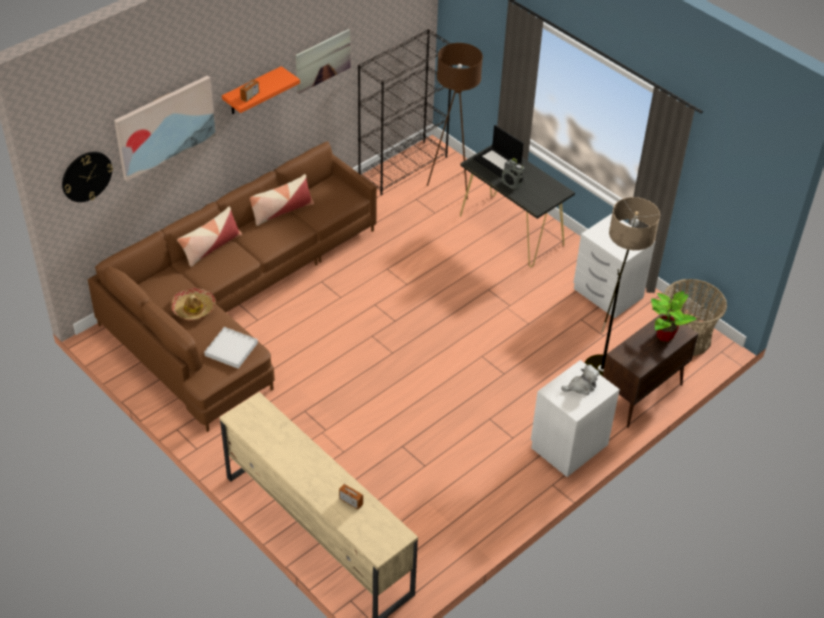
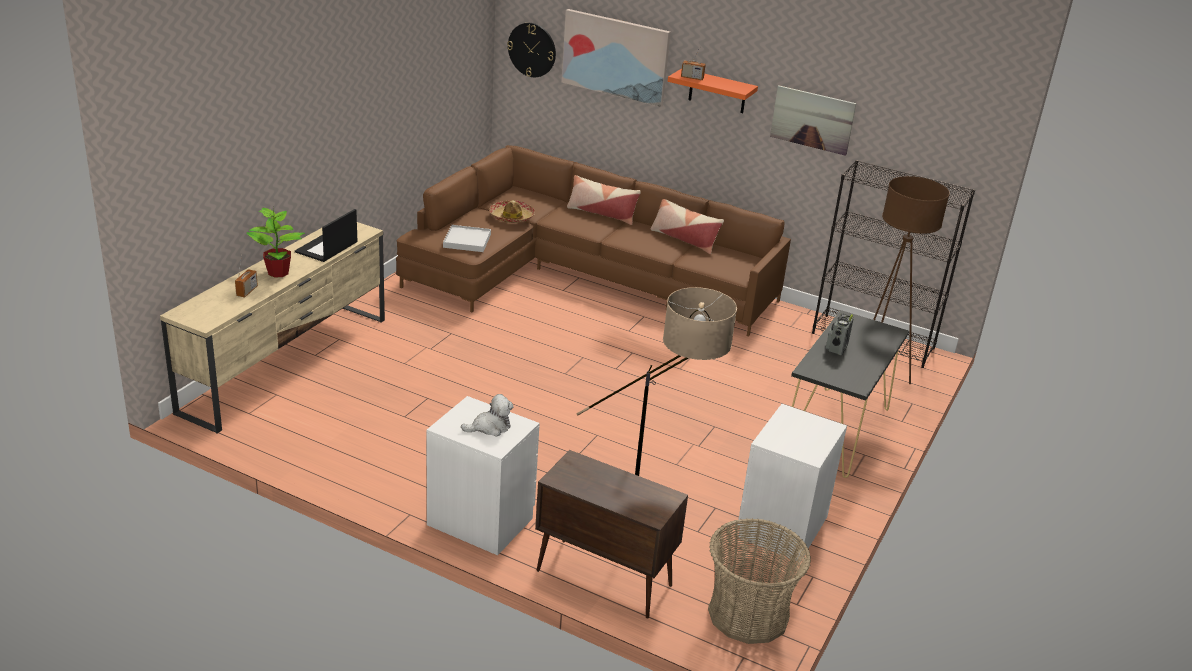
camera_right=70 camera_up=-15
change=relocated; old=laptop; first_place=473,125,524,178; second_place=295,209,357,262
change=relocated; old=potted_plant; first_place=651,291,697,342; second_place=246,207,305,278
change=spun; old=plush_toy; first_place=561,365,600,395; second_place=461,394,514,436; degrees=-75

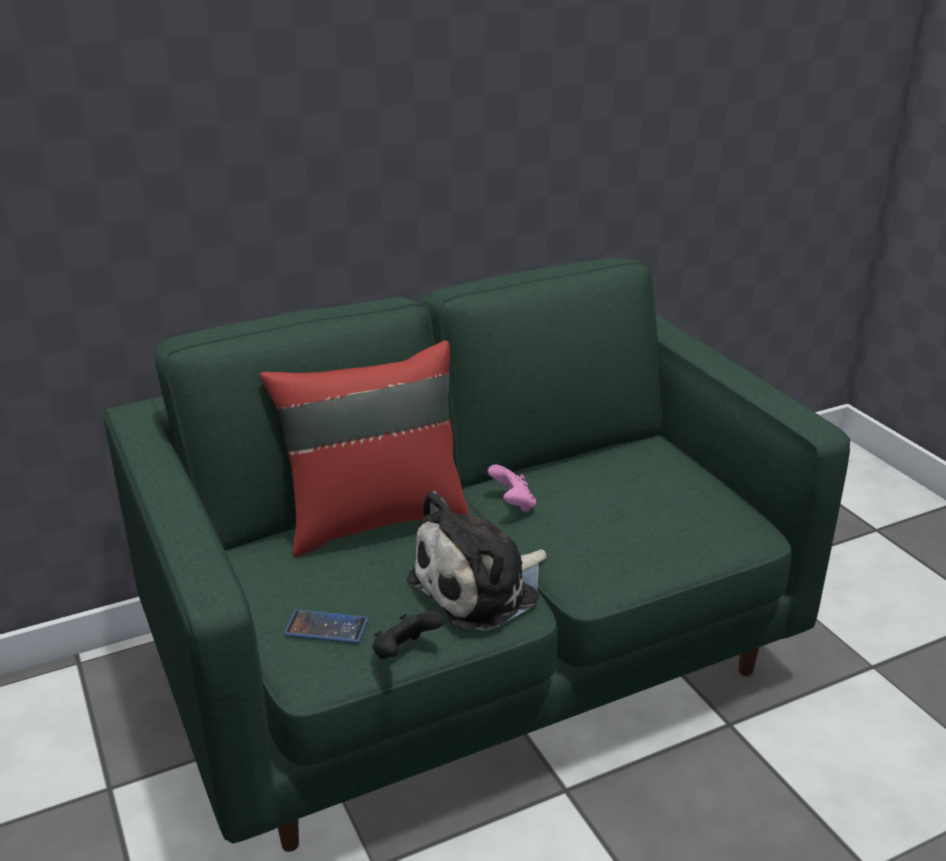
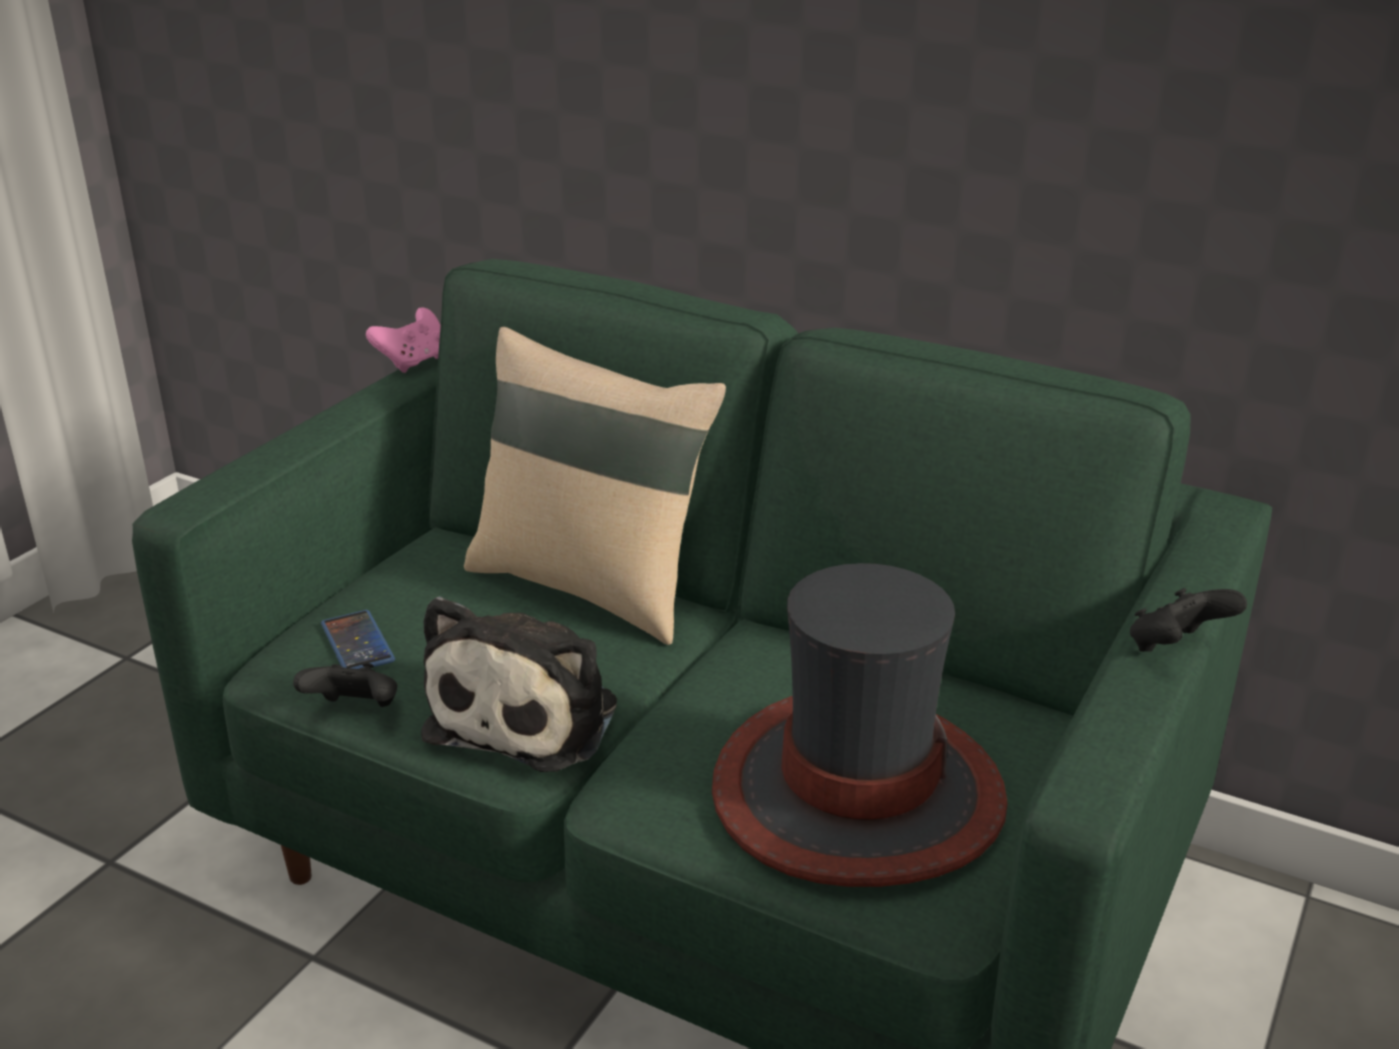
camera_right=55 camera_up=0
change=colour; old=red_pillow; new=beige_pillow; first_place=260,341,470,557; second_place=464,327,726,645
change=relocated; old=pink_game_controller; first_place=488,465,536,513; second_place=366,307,441,373
change=spun; old=plush_toy; first_place=407,491,546,631; second_place=421,596,617,772; degrees=-90
change=appeared; new=hat; second_place=712,563,1008,887
change=appeared; new=black_game_controller; second_place=1130,588,1247,652

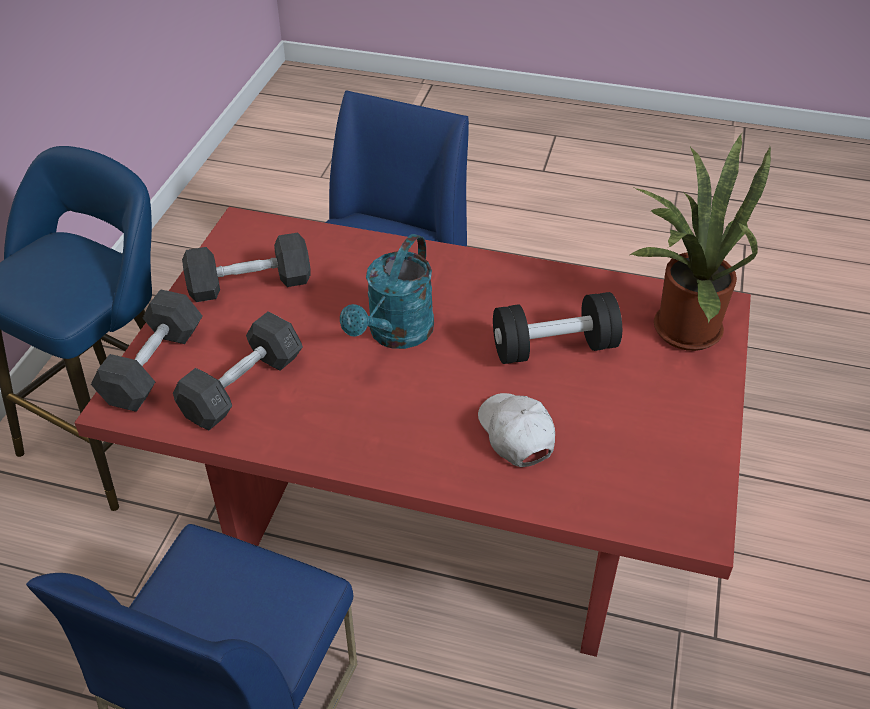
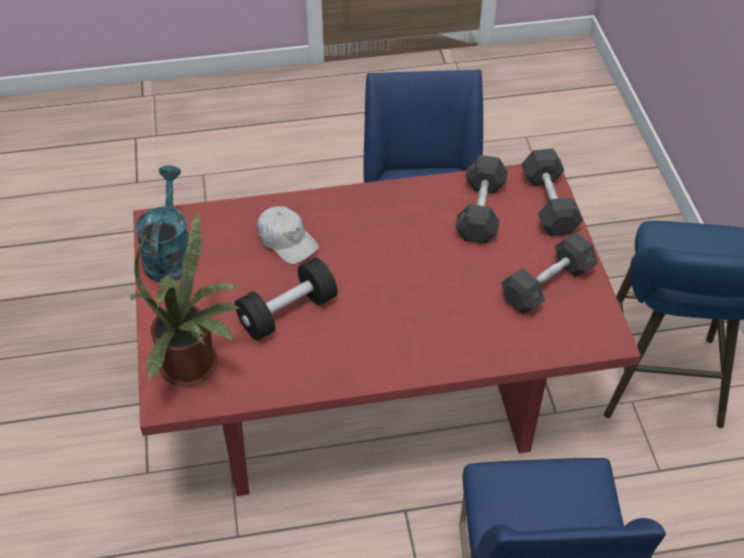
camera_right=155 camera_up=5
change=relocated; old=turquoise_watering_can; first_place=340,234,434,349; second_place=135,165,188,283

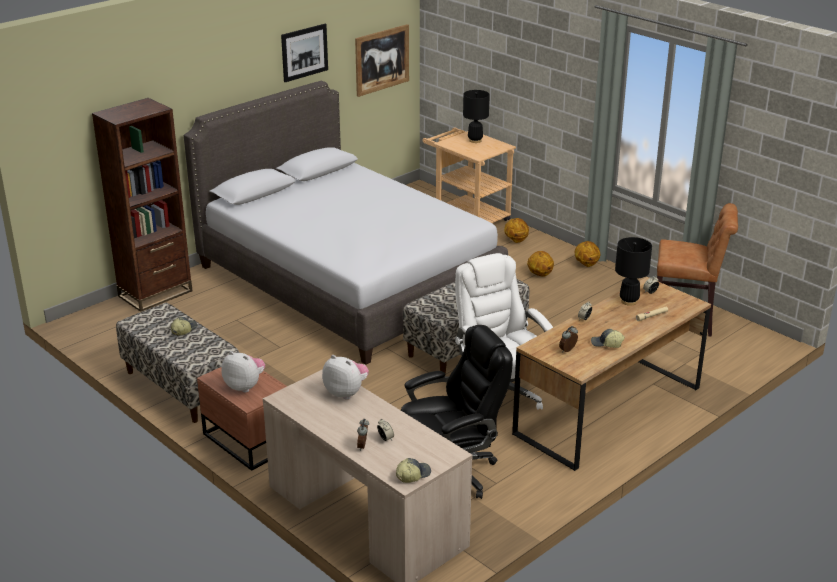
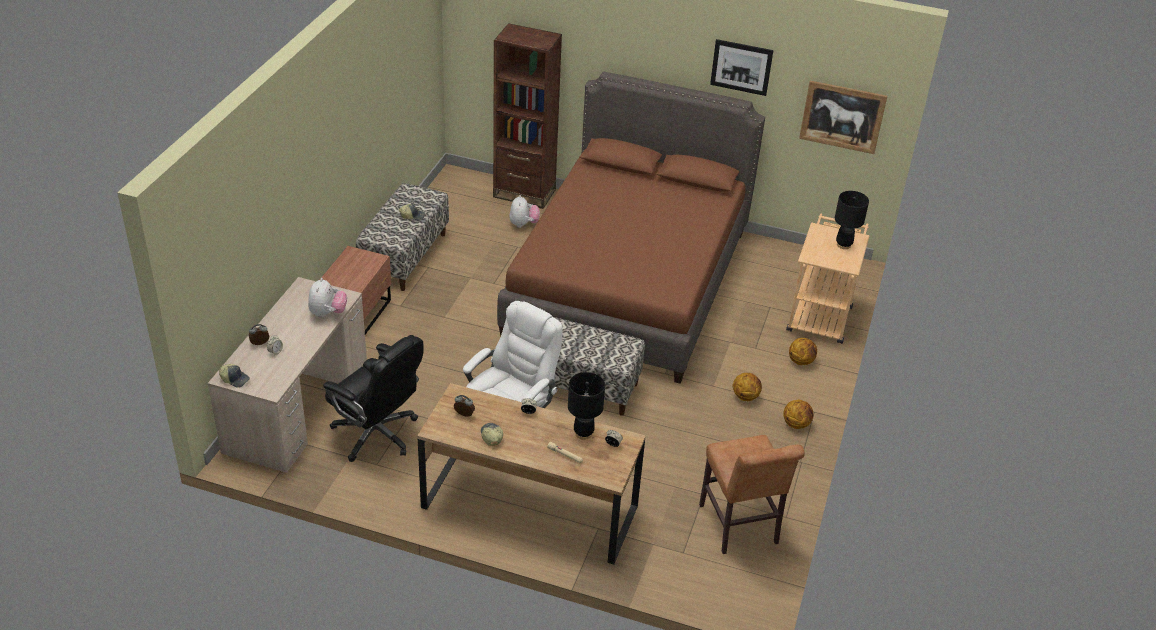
camera_right=60 camera_up=10
change=colour; old=grey_bed; new=brown_bed; first_place=184,81,508,365; second_place=497,72,765,384
change=relocated; old=plush_toy; first_place=221,351,265,393; second_place=509,195,540,228

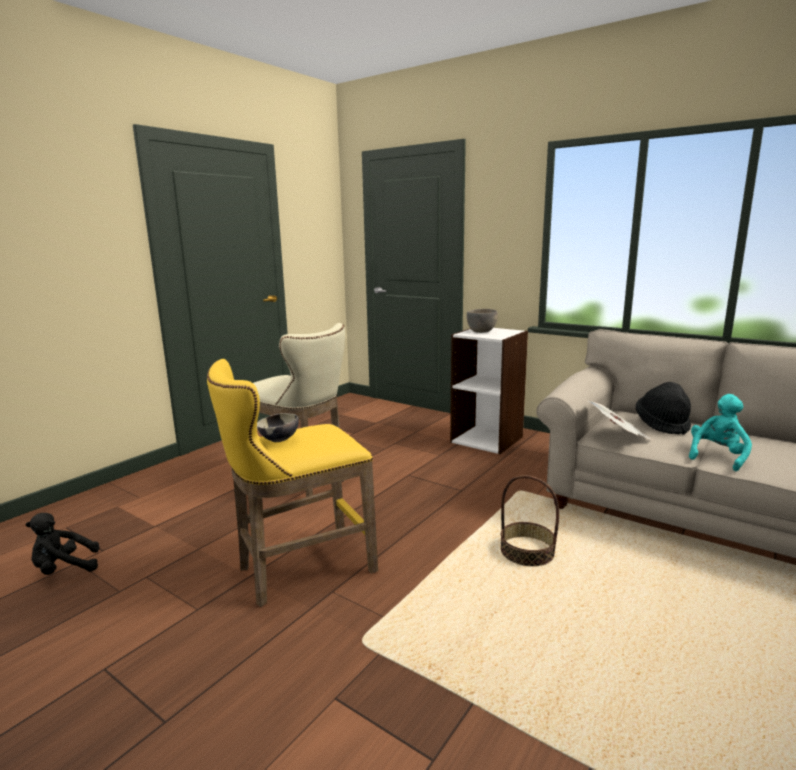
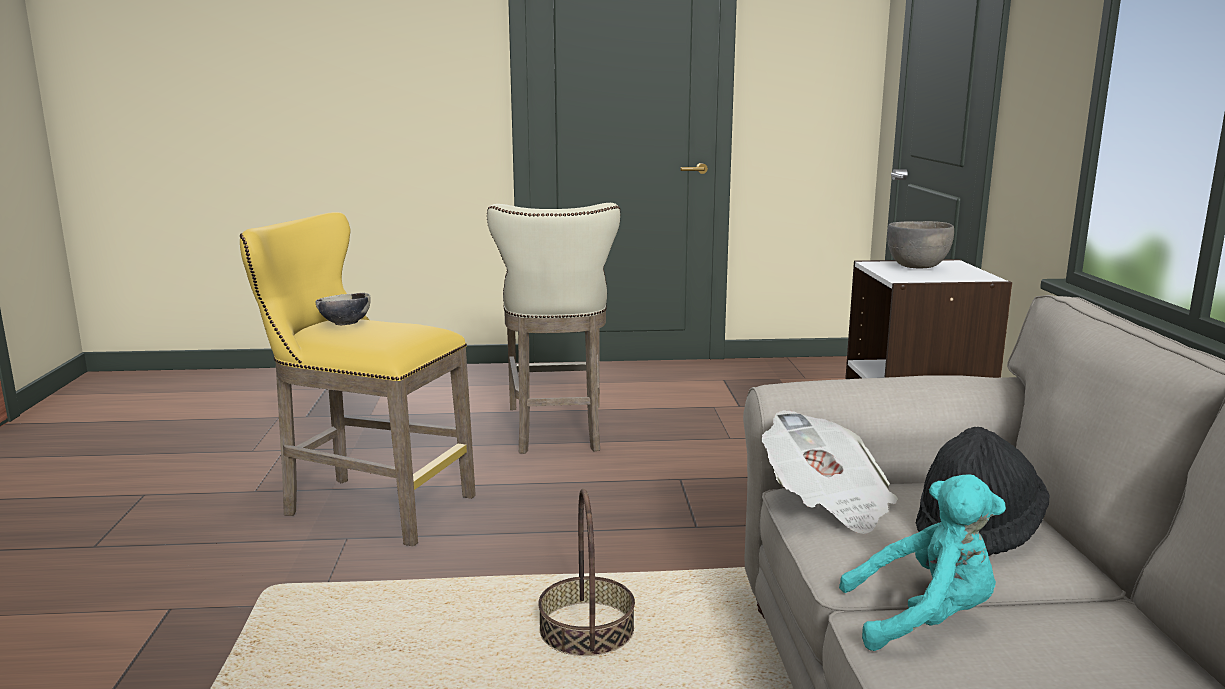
camera_right=50 camera_up=0
change=missing; old=black_plush_toy; first_place=25,513,99,575

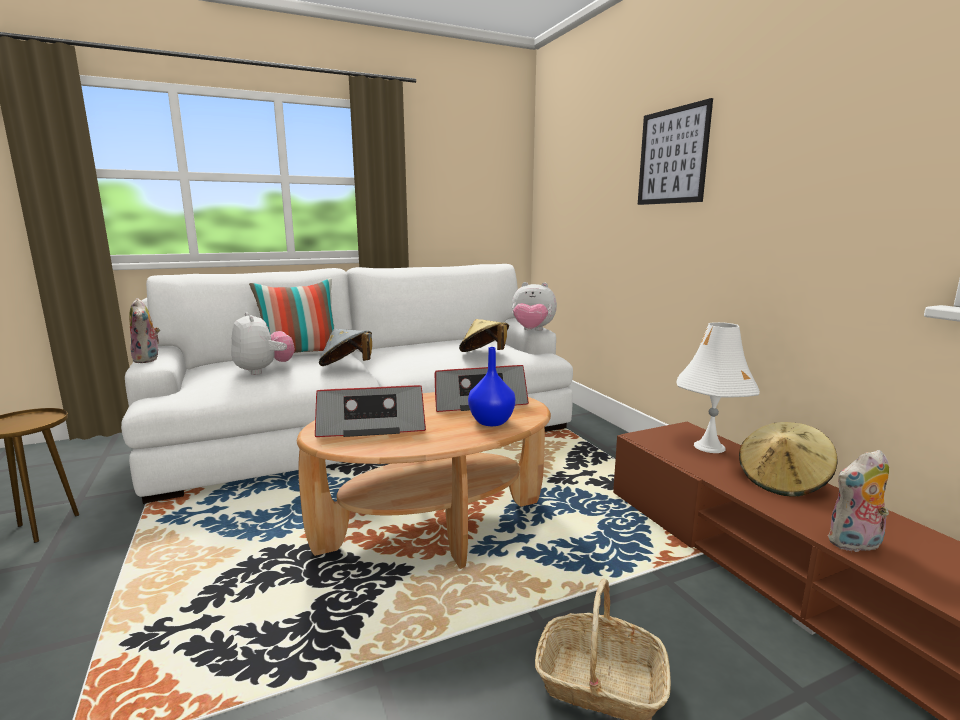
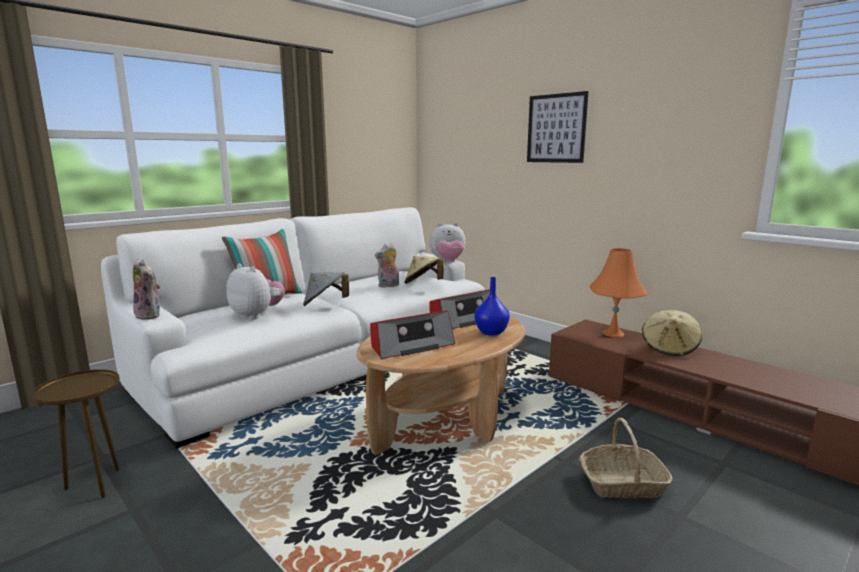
camera_right=-20 camera_up=0
change=colour; old=white_table_lamp; new=orange_table_lamp; first_place=677,322,760,453; second_place=589,248,648,337
change=relocated; old=plush_toy; first_place=827,450,889,552; second_place=375,243,399,288

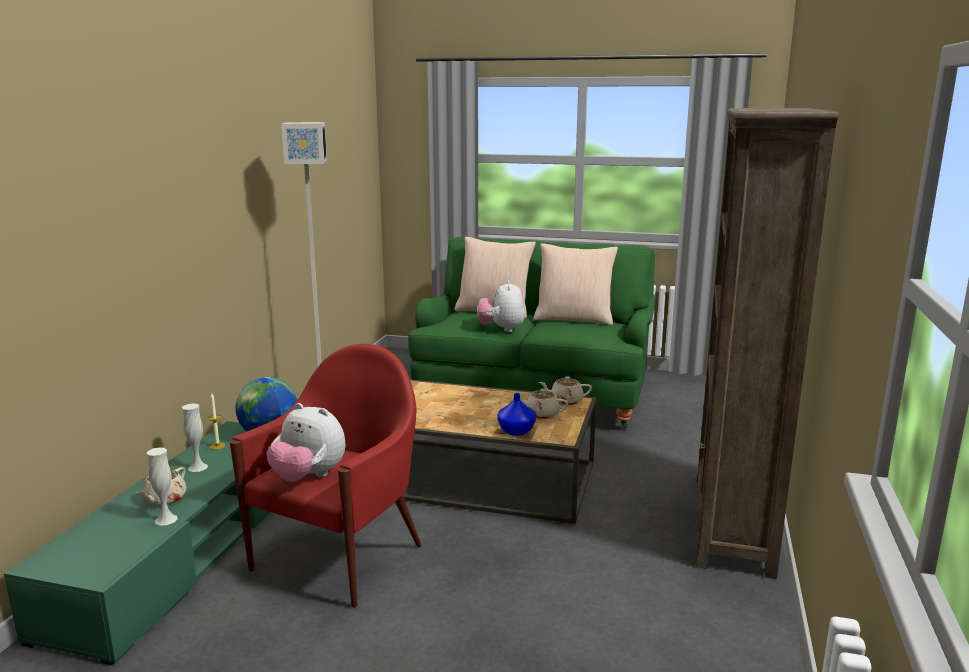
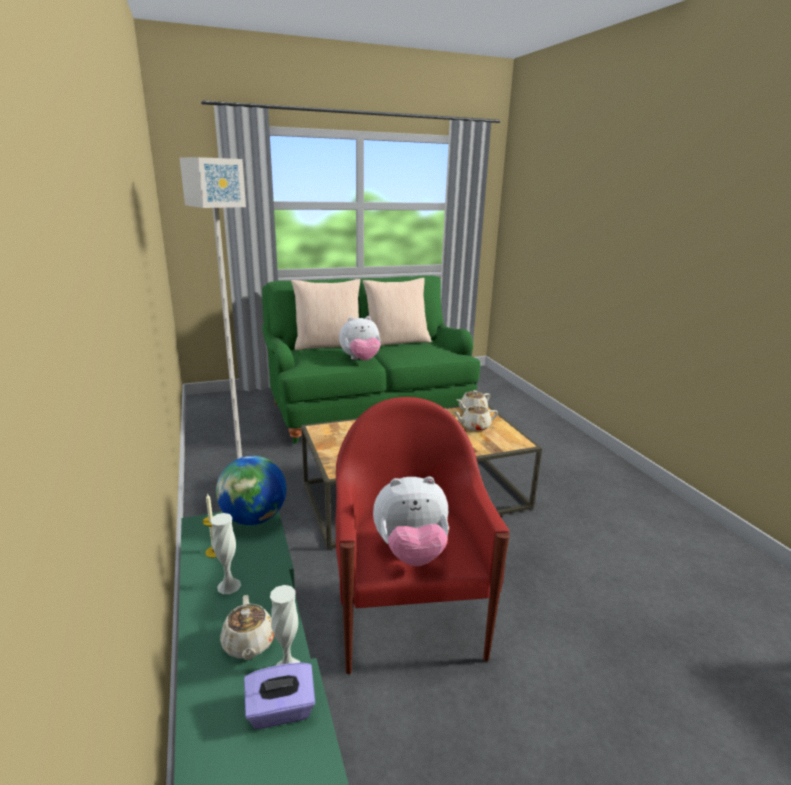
camera_right=-35 camera_up=5
change=missing; old=brown_bookcase; first_place=696,108,838,579
change=spun; old=plush_toy; first_place=477,280,525,332; second_place=339,316,381,360; degrees=-75
change=missing; old=blue_vase; first_place=498,393,536,436
change=appeared; new=purple_tissue_box; second_place=244,663,315,729

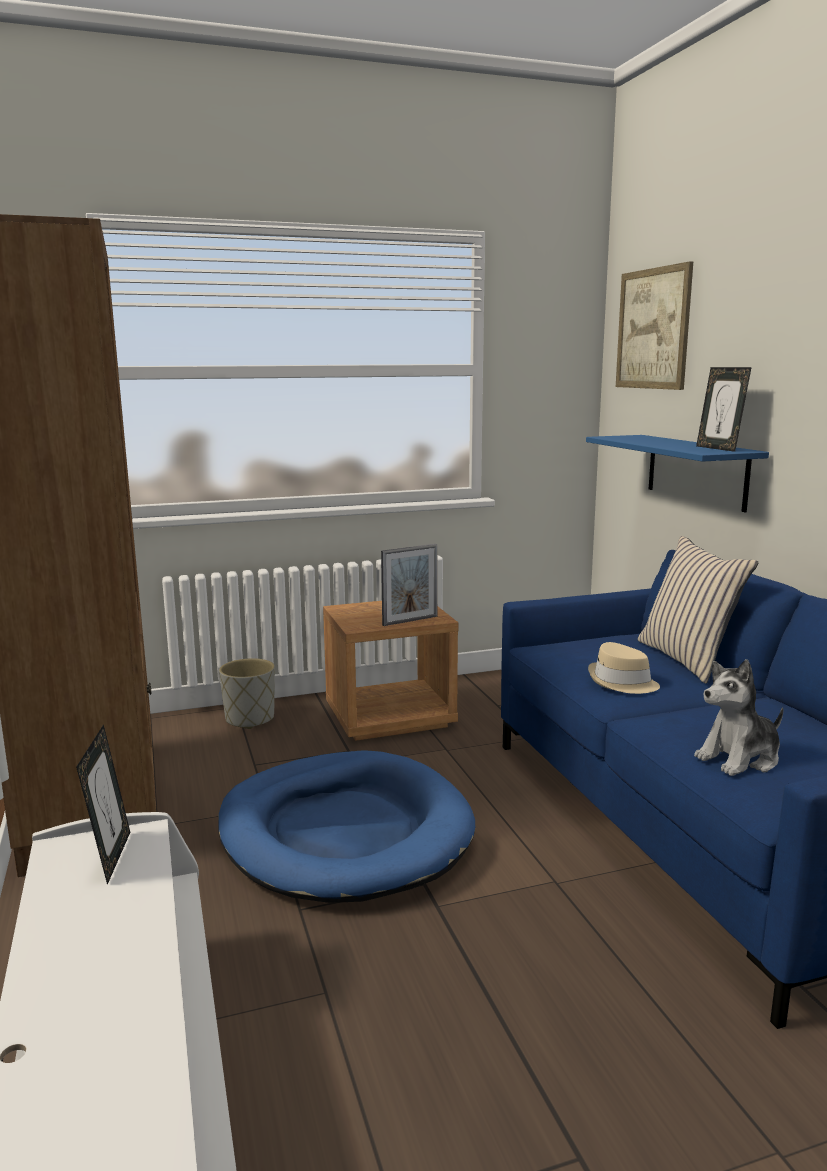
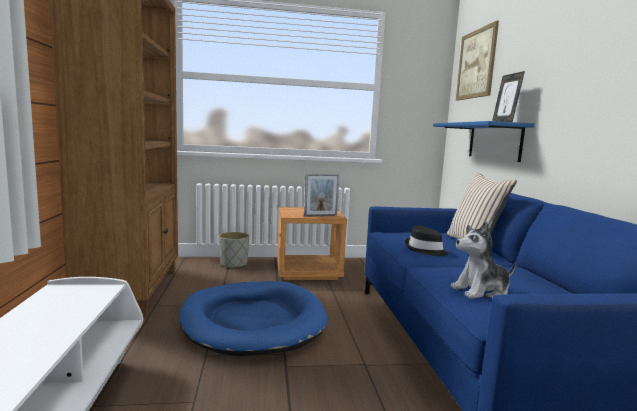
camera_right=10 camera_up=-5
change=colour; old=beige_hat; new=black_hat; first_place=588,642,660,694; second_place=405,225,449,256
change=missing; old=picture_frame; first_place=76,725,130,885

